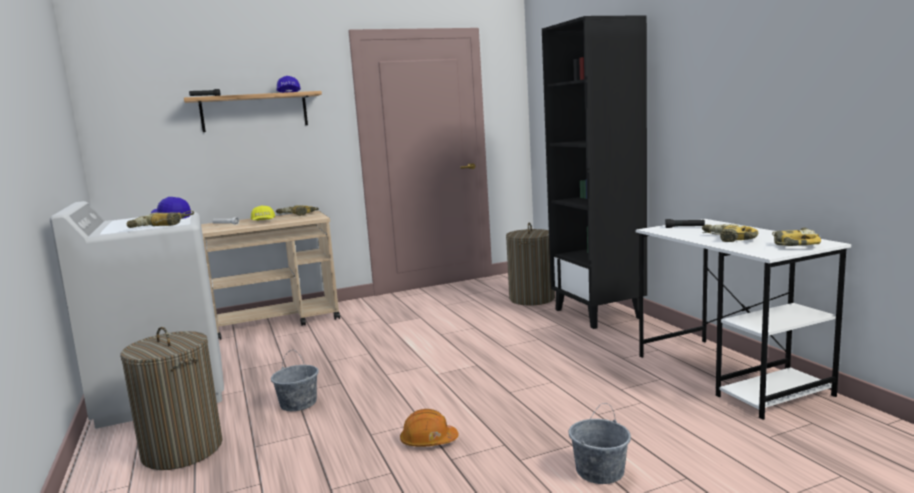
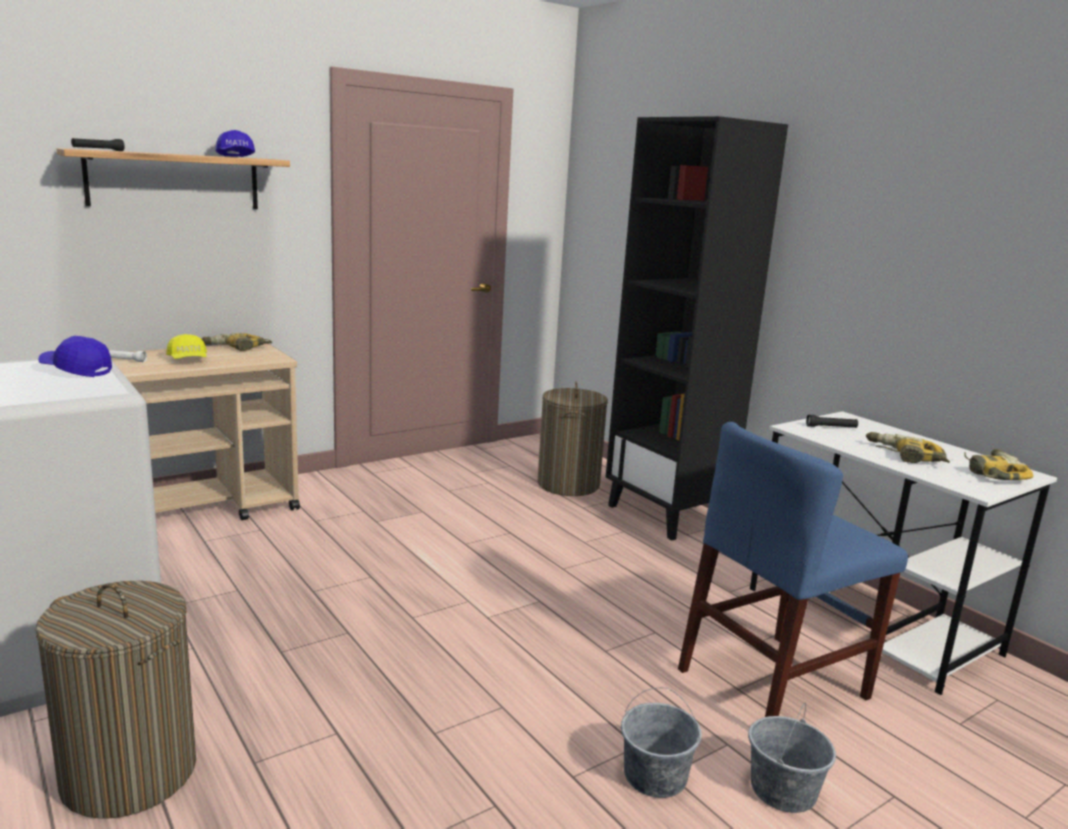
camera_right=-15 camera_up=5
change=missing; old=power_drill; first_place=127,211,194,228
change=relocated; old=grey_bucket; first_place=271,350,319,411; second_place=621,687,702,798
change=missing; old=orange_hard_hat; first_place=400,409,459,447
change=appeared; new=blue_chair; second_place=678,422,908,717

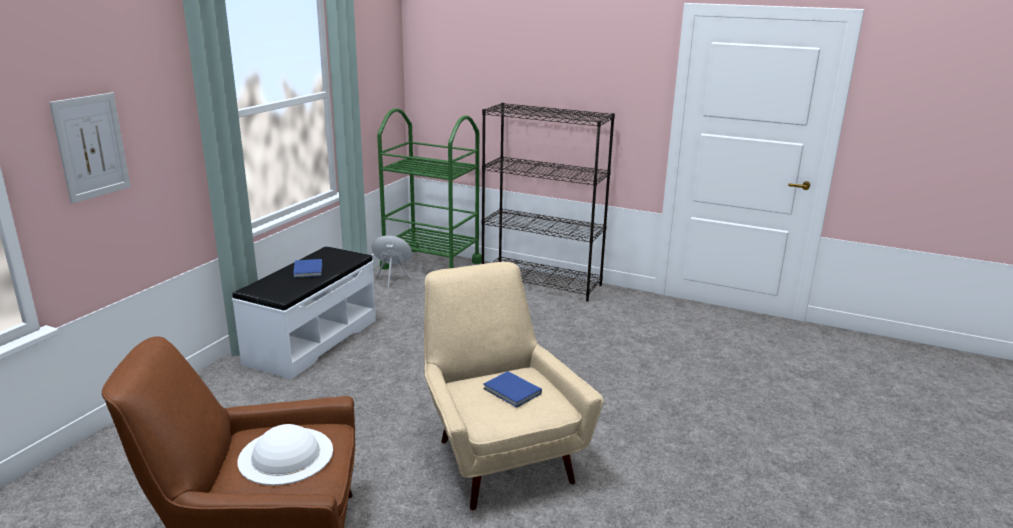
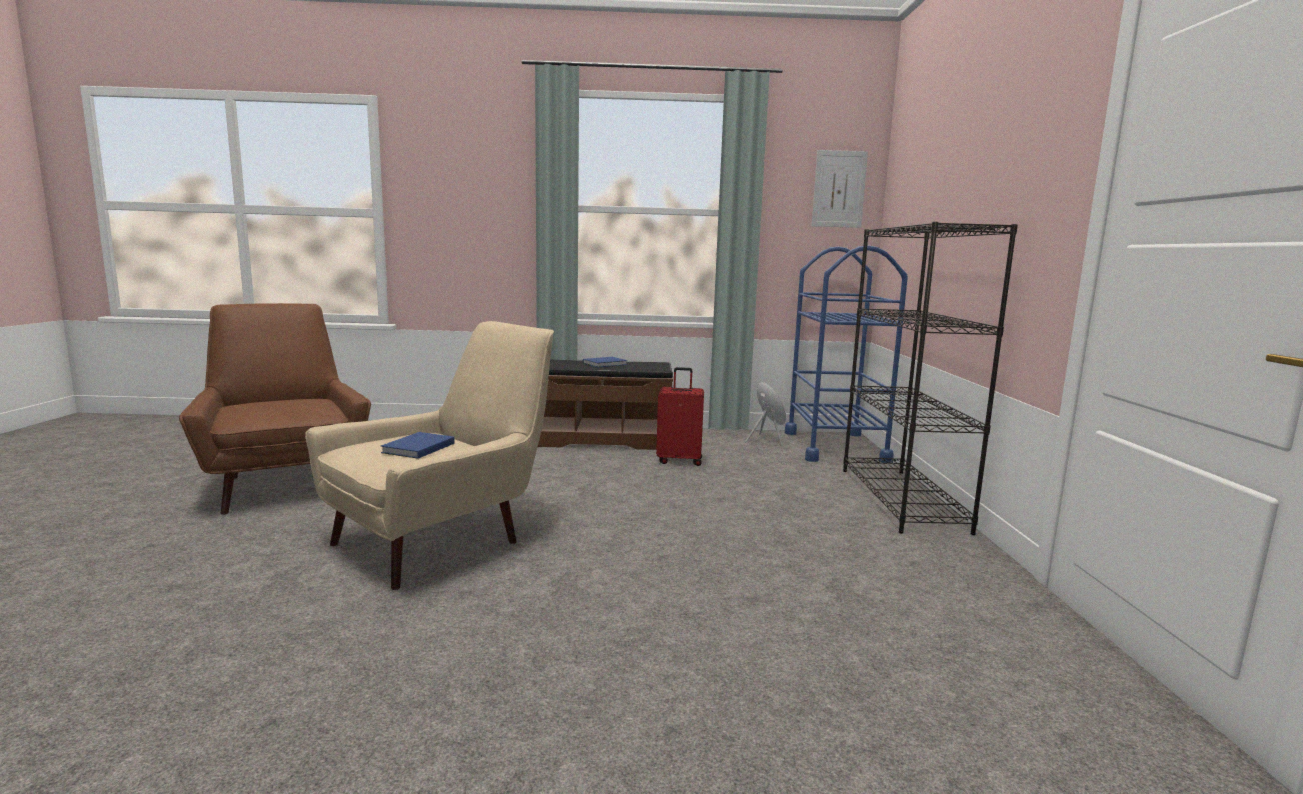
camera_right=65 camera_up=-10
change=relocated; old=picture; first_place=49,92,130,204; second_place=812,150,868,228
change=colour; old=green_cart; new=blue_cart; first_place=377,108,482,269; second_place=785,245,908,463
change=colour; old=white_bench; new=brown_bench; first_place=232,247,376,380; second_place=538,359,673,450
change=missing; old=white_hat; first_place=237,424,333,485
change=appeared; new=red_suitcase; second_place=656,367,704,466

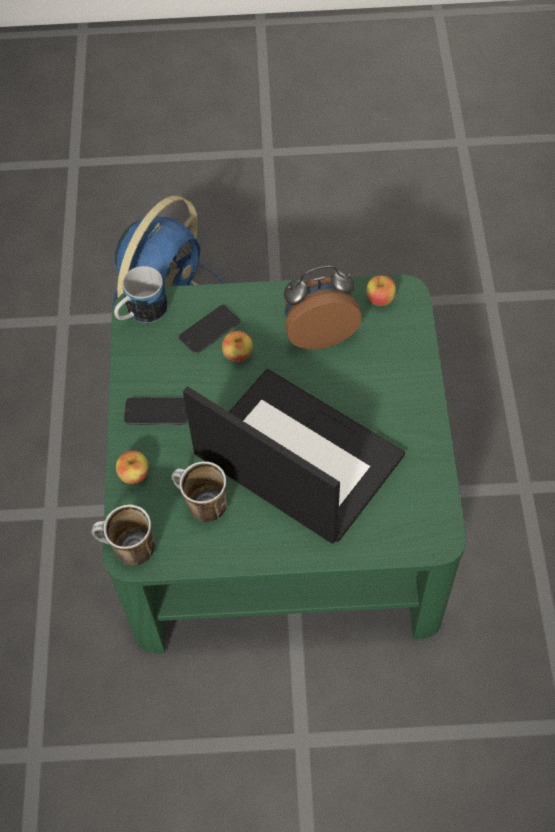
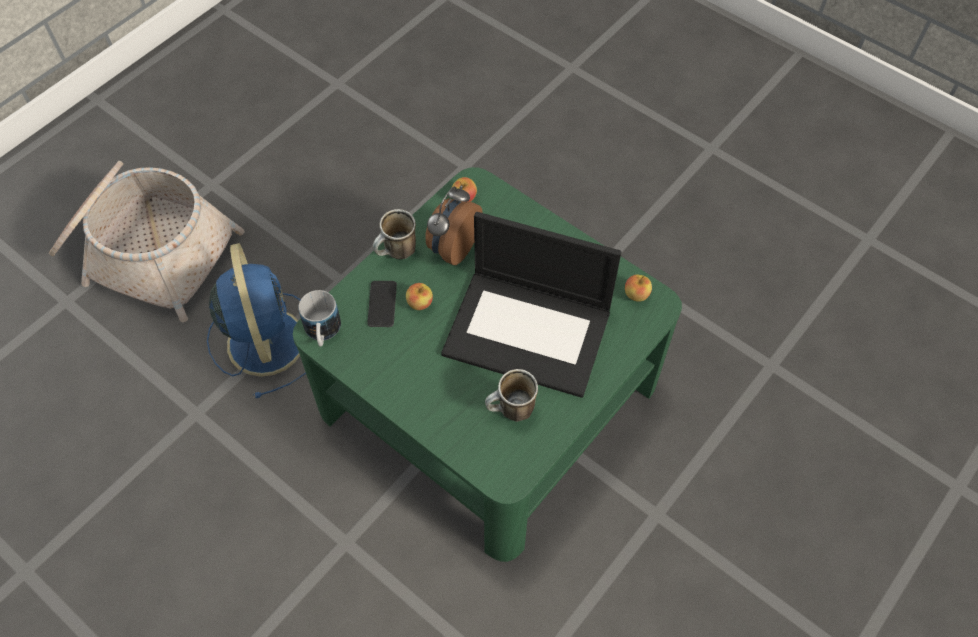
camera_right=-50 camera_up=0
change=spun; old=laptop; first_place=183,369,405,544; second_place=441,212,621,398; degrees=-150
change=missing; old=phone; first_place=124,398,188,425
change=relocated; old=apple; first_place=116,451,149,484; second_place=625,275,652,302
change=relocated; old=mug; first_place=92,505,155,566; second_place=373,209,416,259
change=appeared; new=basket; second_place=49,161,245,322

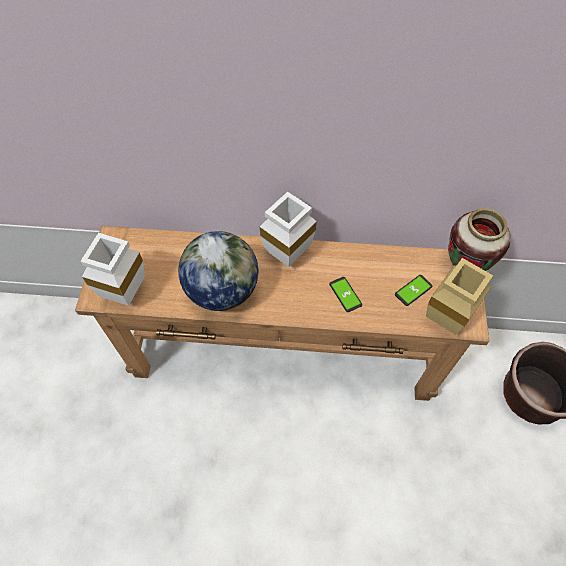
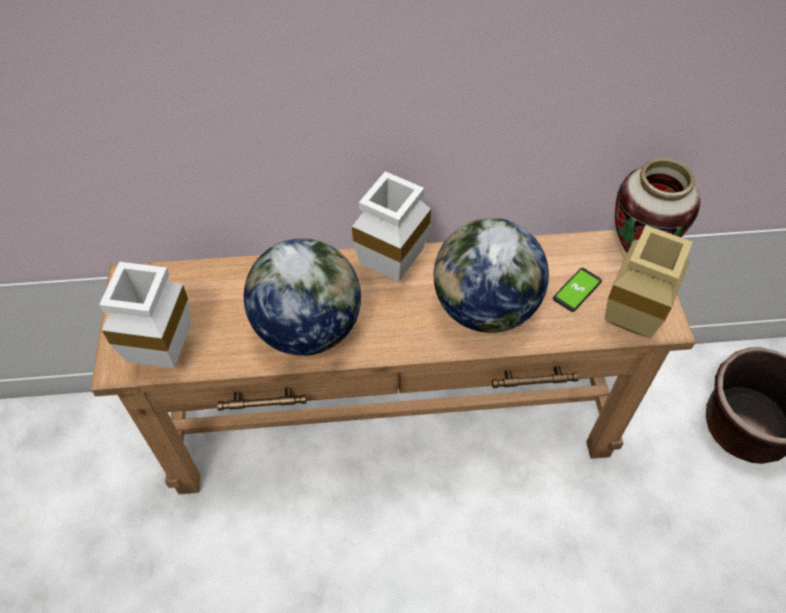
camera_right=-10 camera_up=-5
change=exchanged; old=phone; new=globe; first_place=329,277,362,312; second_place=434,218,549,333

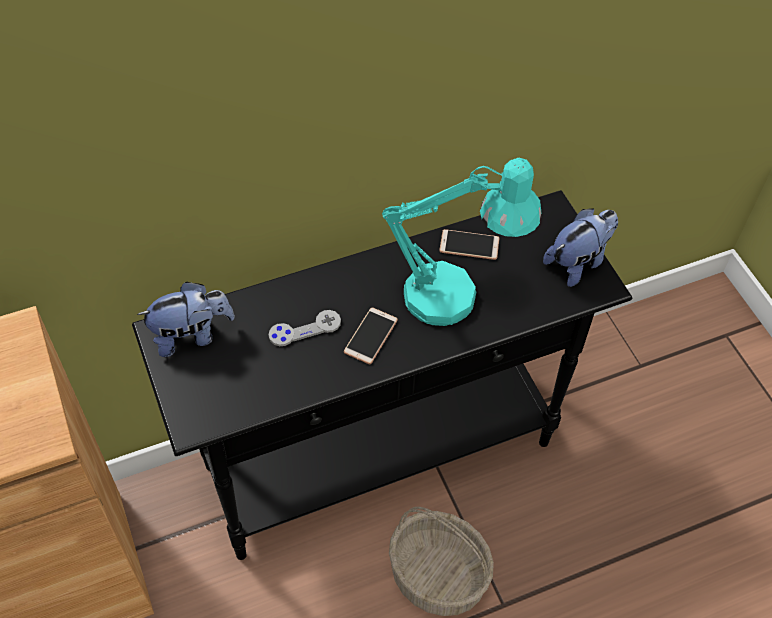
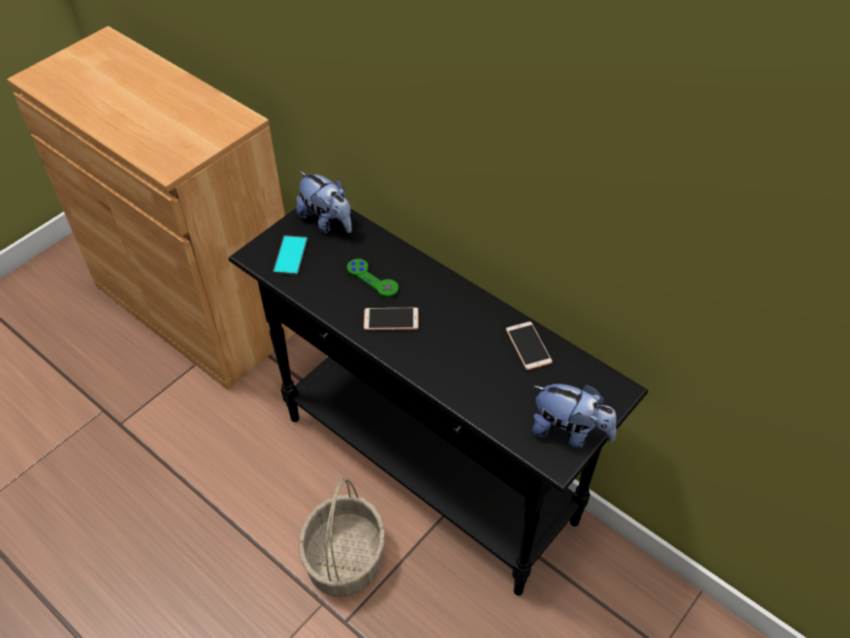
camera_right=65 camera_up=-5
change=missing; old=turquoise_table_lamp; first_place=382,158,542,326
change=colour; old=grey_game_controller; new=green_game_controller; first_place=269,310,341,346; second_place=347,259,399,297
change=appeared; new=phone; second_place=273,235,308,276

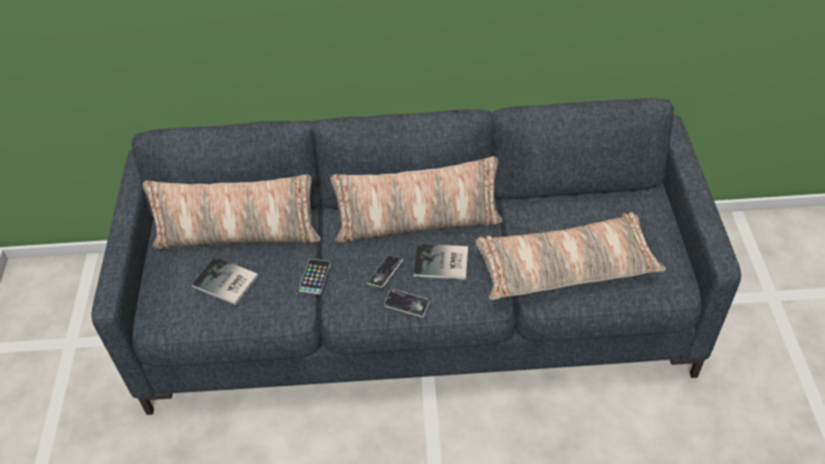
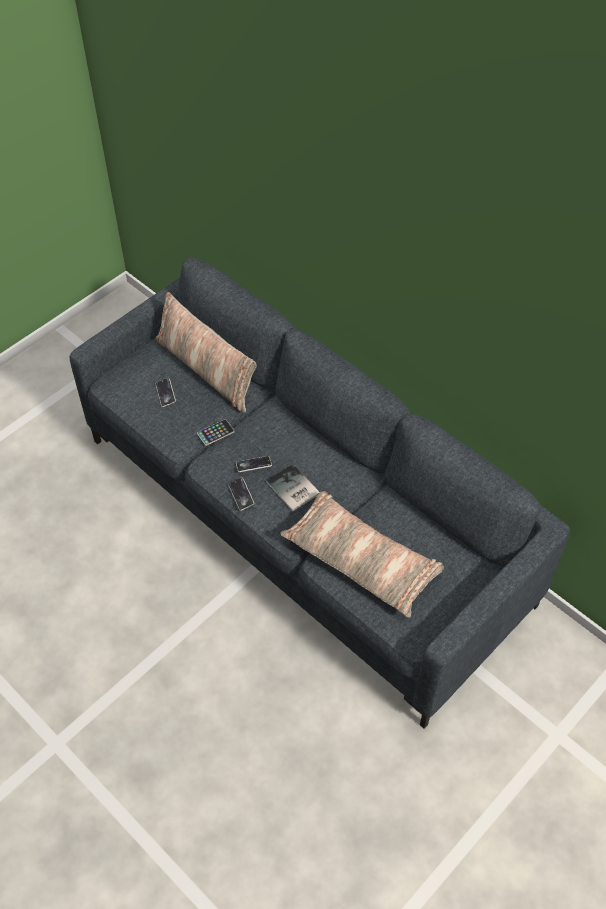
camera_right=45 camera_up=5
change=missing; old=pillow; first_place=330,156,503,243
change=exchanged; old=book; new=phone; first_place=192,257,258,305; second_place=156,378,176,407

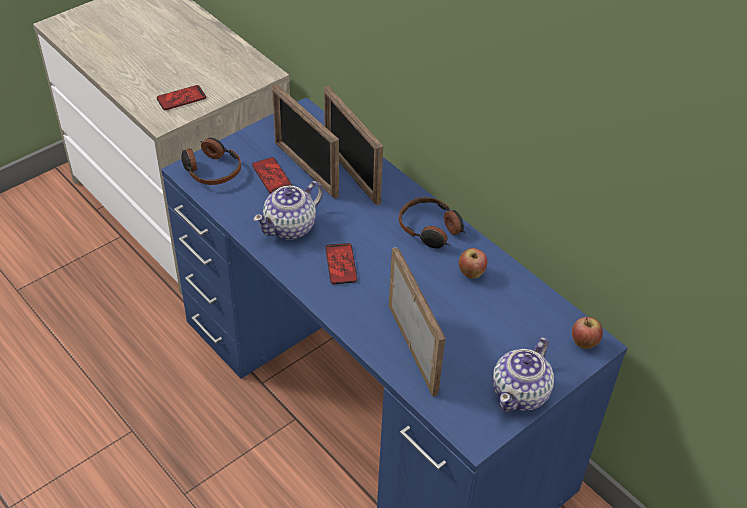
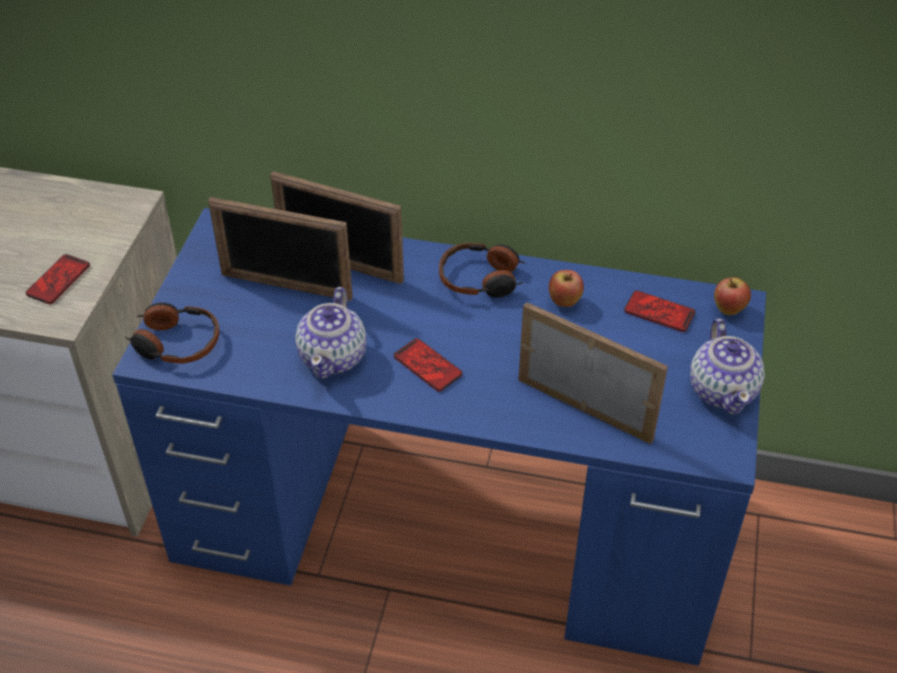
camera_right=-35 camera_up=0
change=relocated; old=phone; first_place=252,157,292,194; second_place=624,290,696,332

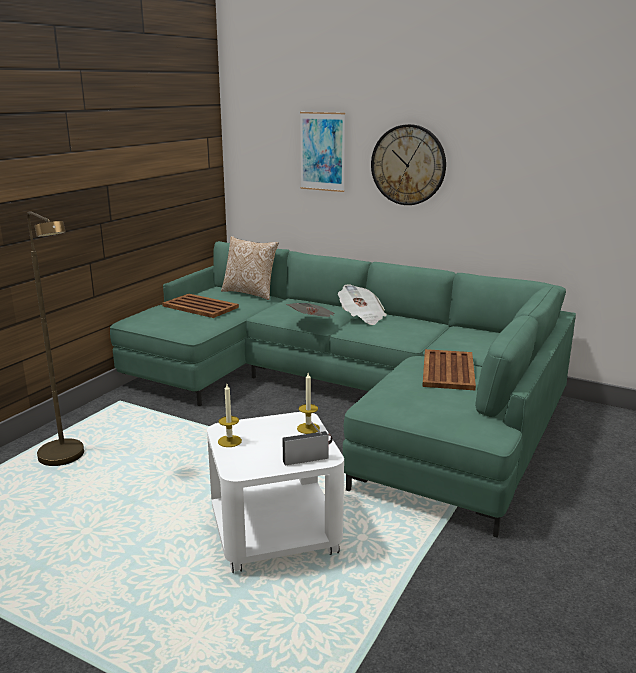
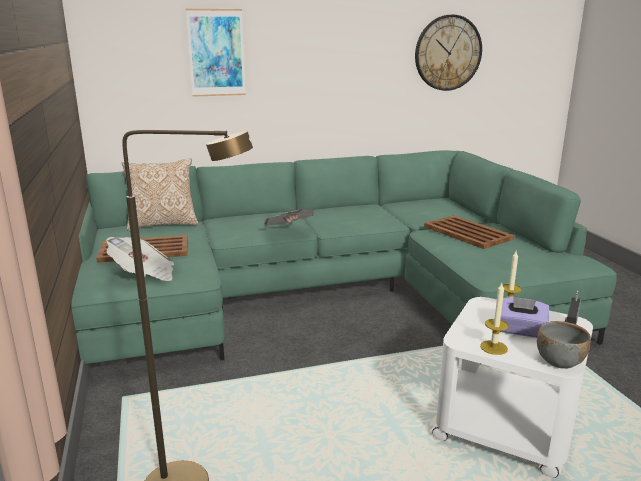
camera_right=-45 camera_up=0
change=relocated; old=wall_clock; first_place=371,124,446,205; second_place=415,15,482,91
change=relocated; old=newspaper; first_place=338,284,387,325; second_place=106,237,174,281
change=appeared; new=purple_tissue_box; second_place=500,297,549,338
change=appeared; new=grey_bowl; second_place=537,321,591,369

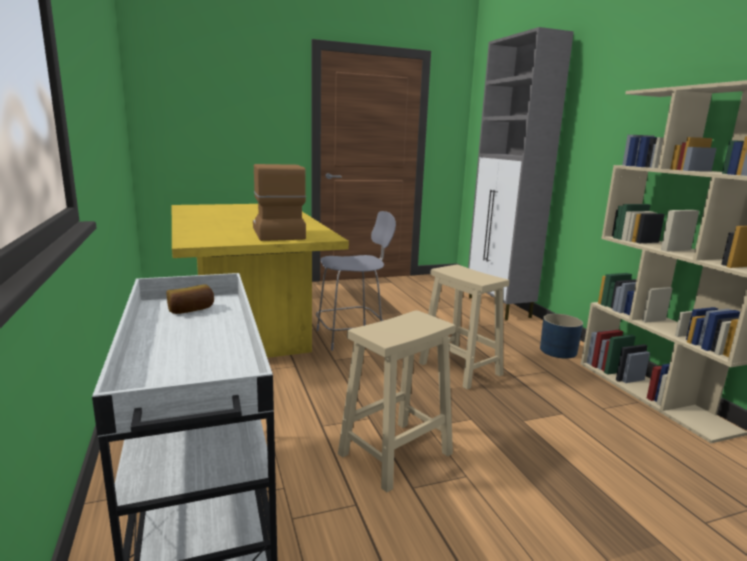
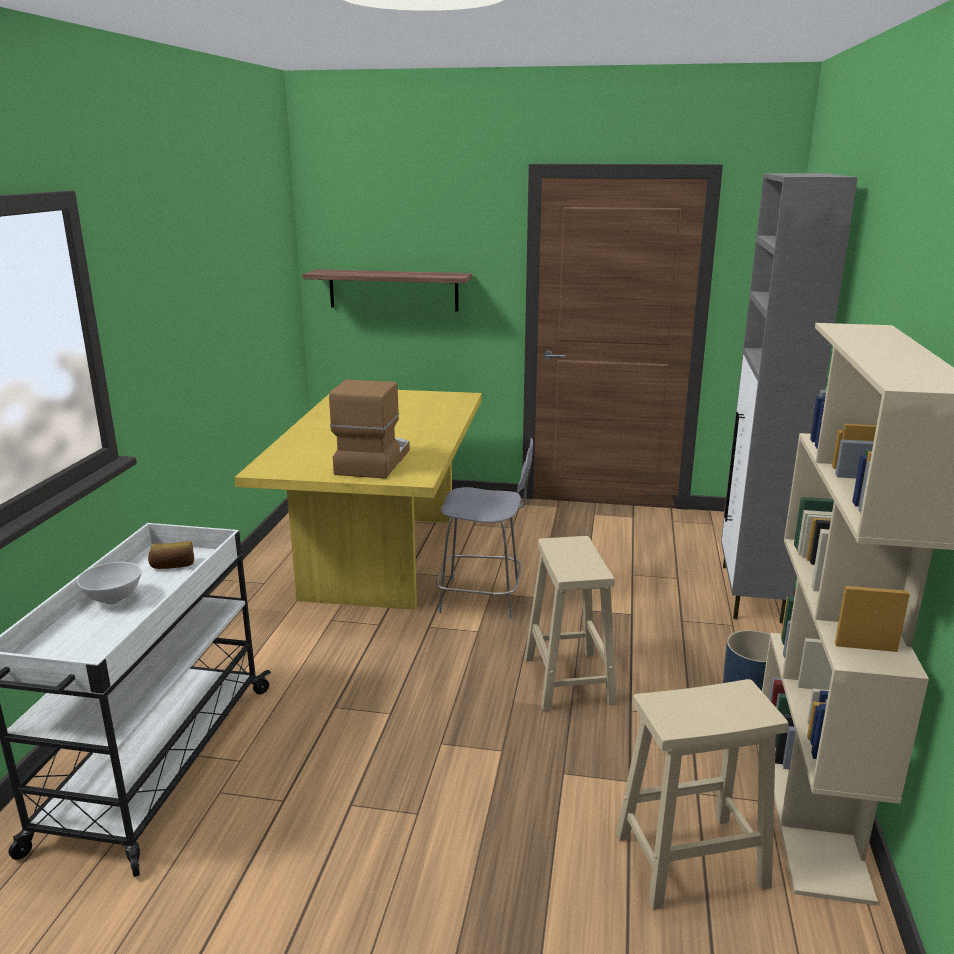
camera_right=30 camera_up=5
change=relocated; old=beige_stool; first_place=338,310,455,492; second_place=616,679,789,910
change=appeared; new=shelf; second_place=302,269,472,312
change=appeared; new=white_bowl; second_place=77,562,142,604

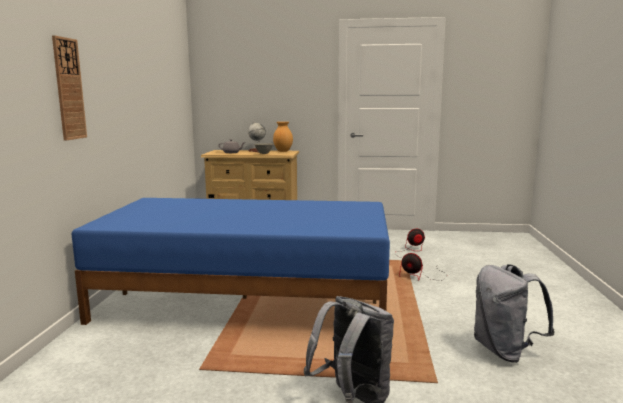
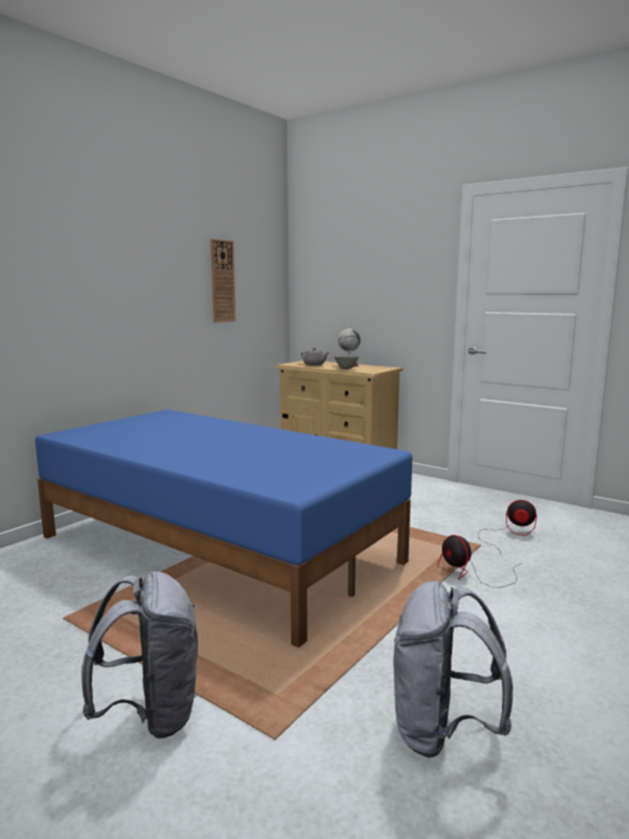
camera_right=30 camera_up=0
change=relocated; old=wall_clock; first_place=52,35,87,141; second_place=210,239,236,322
change=missing; old=brown_vase; first_place=273,122,293,152

